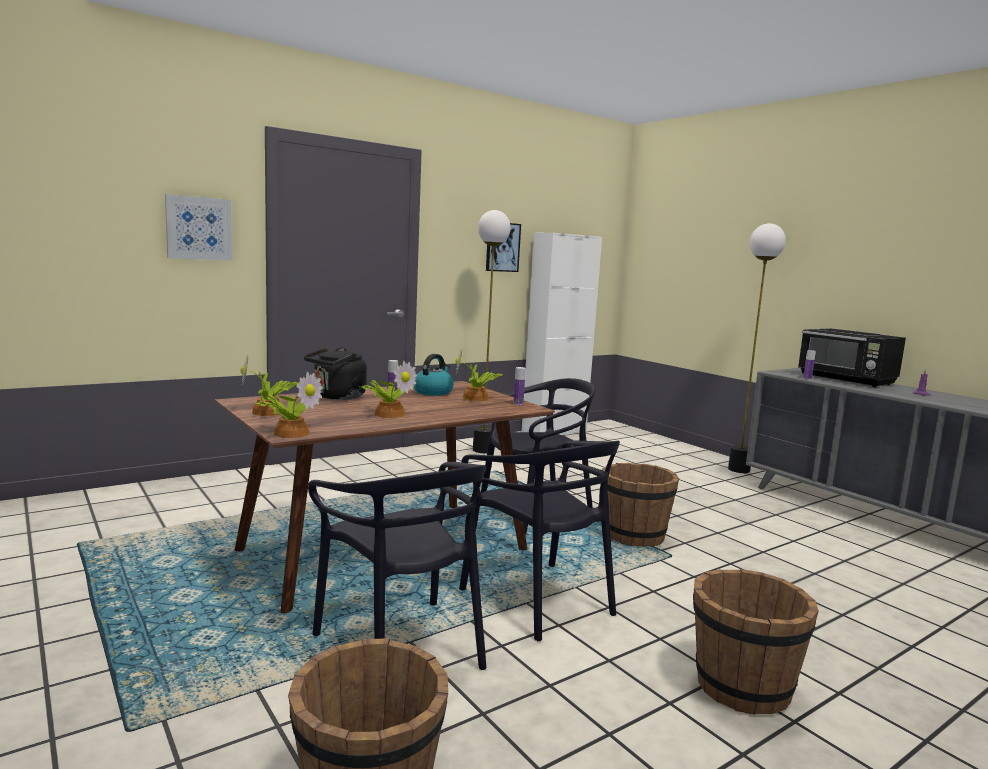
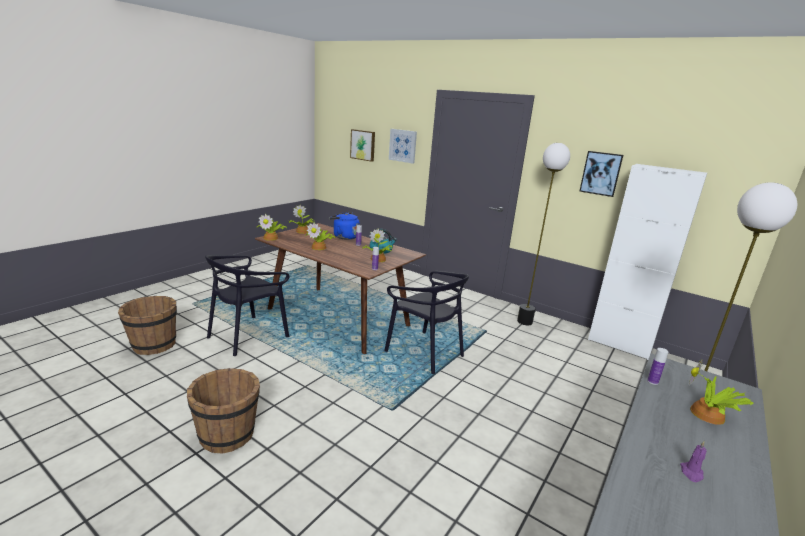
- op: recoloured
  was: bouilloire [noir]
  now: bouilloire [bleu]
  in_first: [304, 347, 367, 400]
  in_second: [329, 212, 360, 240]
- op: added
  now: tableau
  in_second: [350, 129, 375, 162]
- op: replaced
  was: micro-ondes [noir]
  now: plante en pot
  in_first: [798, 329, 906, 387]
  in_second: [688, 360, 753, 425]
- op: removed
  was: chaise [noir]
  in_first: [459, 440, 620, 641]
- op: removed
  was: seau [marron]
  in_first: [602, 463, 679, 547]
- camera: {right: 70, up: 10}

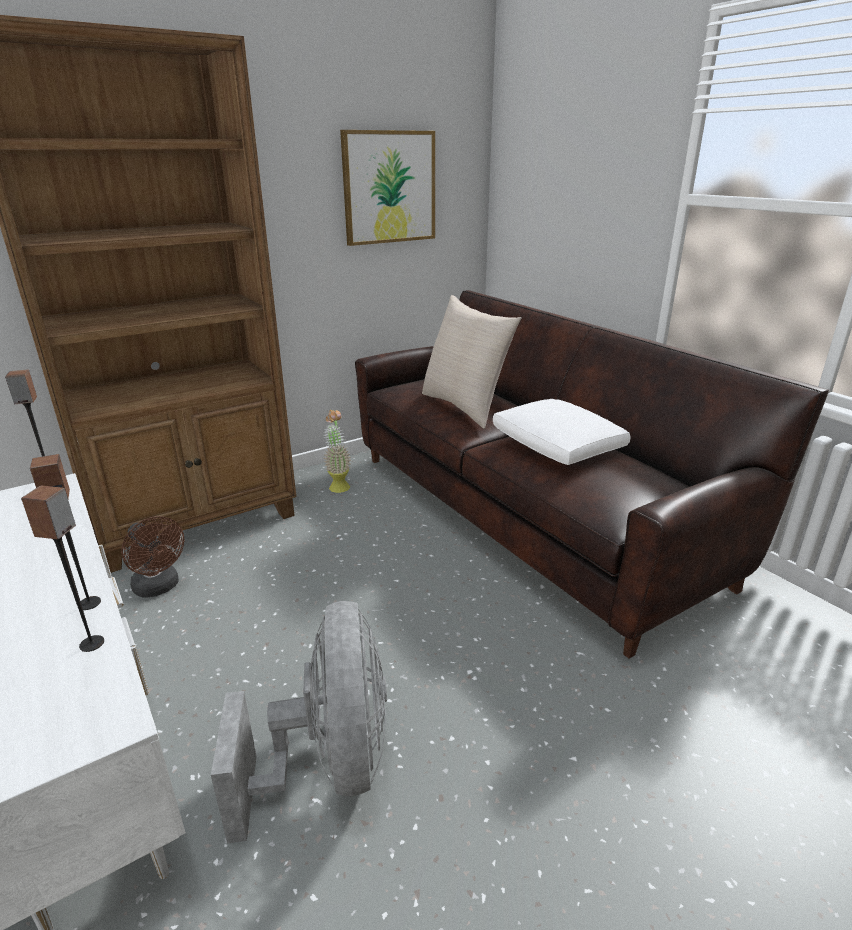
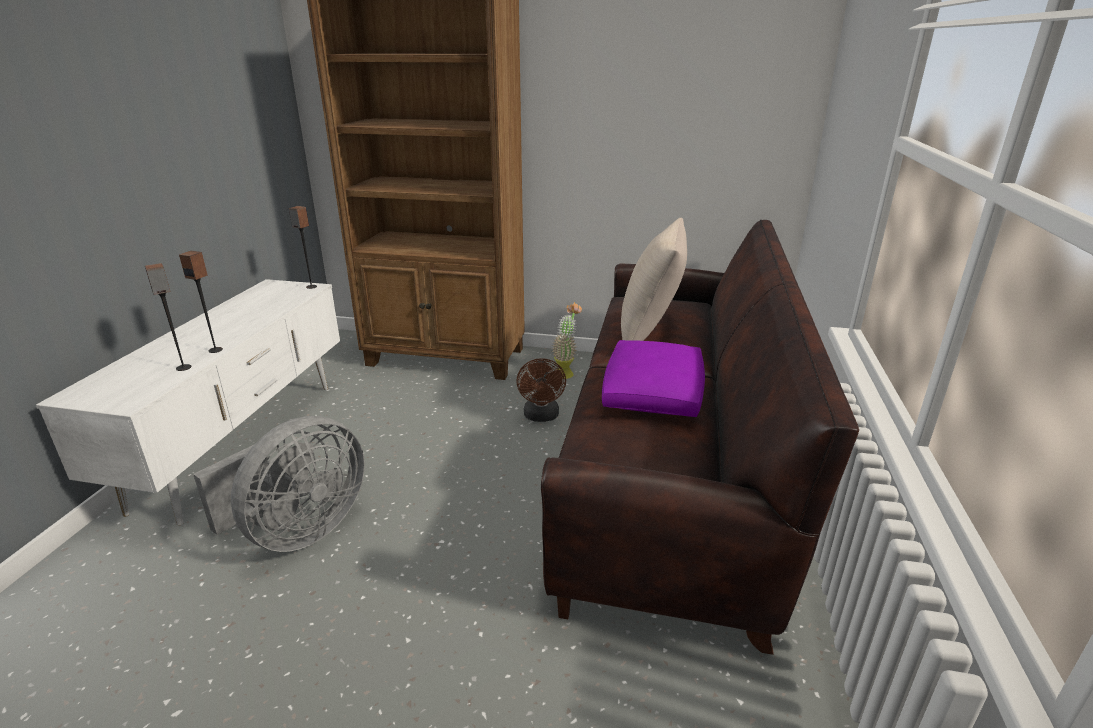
- op: moved
  was: ventilateur [marron]
  in_first: [121, 516, 184, 598]
  in_second: [516, 358, 566, 422]
- op: recoloured
  was: coussin [blanc]
  now: coussin [violet]
  in_first: [493, 399, 630, 465]
  in_second: [602, 340, 705, 417]
- op: removed
  was: tableau
  in_first: [340, 130, 435, 246]
- camera: {right: 45, up: 0}

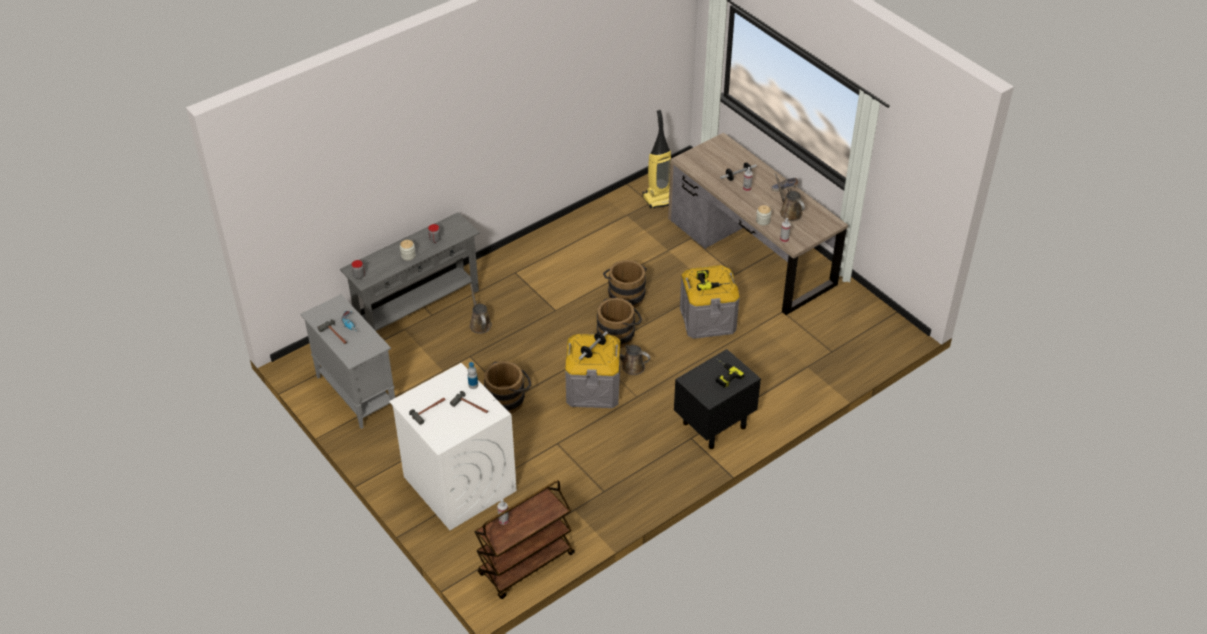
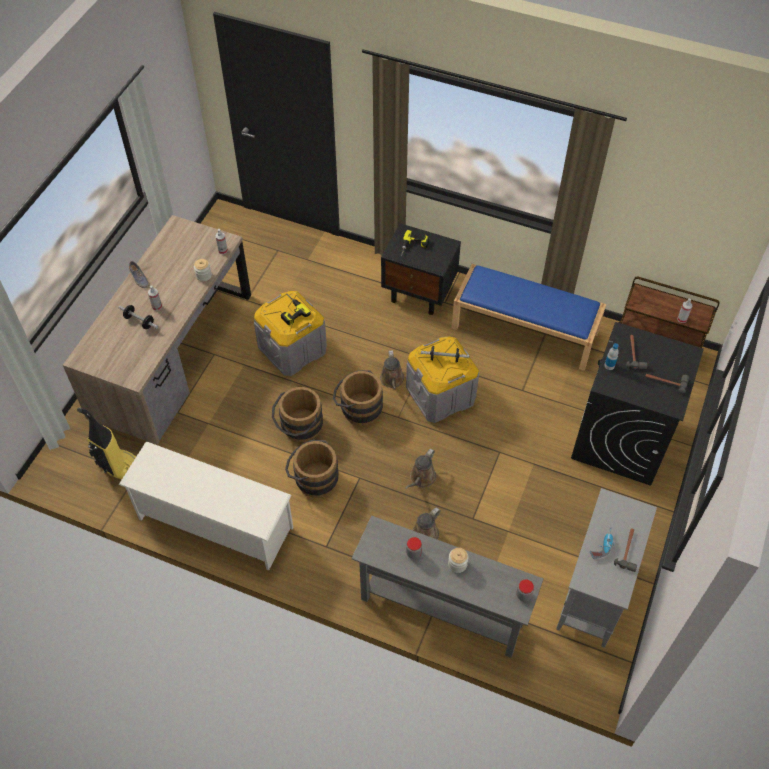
- op: added
  now: étagère à chaussures [blanc]
  in_second: [119, 441, 293, 570]
- op: moved
  was: seau [marron]
  in_first: [484, 361, 531, 414]
  in_second: [285, 440, 339, 498]
- op: moved
  was: arrosoir [marron]
  in_first: [775, 173, 805, 221]
  in_second: [405, 449, 436, 489]
- op: added
  now: banc [bleu]
  in_second: [452, 264, 606, 371]
- op: recoloured
  was: lave-linge [blanc]
  now: lave-linge [noir]
  in_first: [389, 363, 517, 530]
  in_second: [571, 322, 704, 486]
- camera: {right: -120, up: 10}

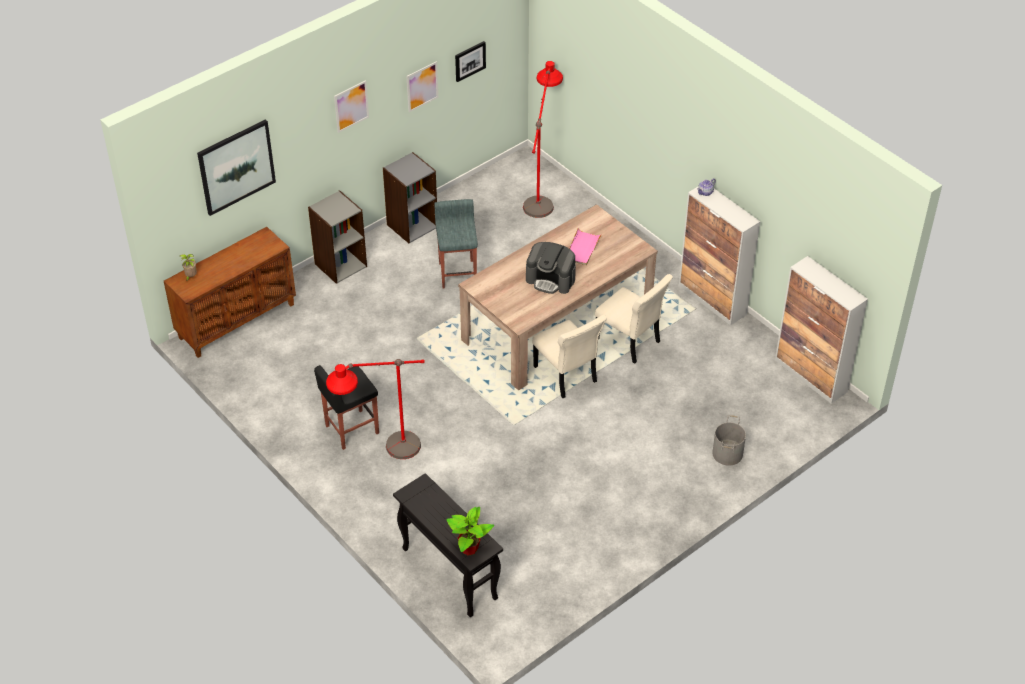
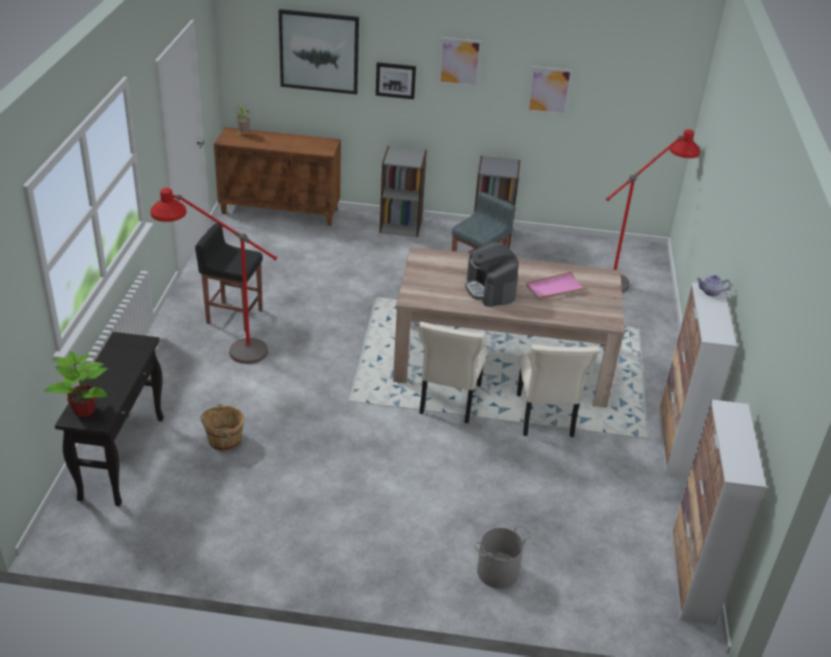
- op: added
  now: seau [marron]
  in_second: [201, 404, 244, 451]
- op: moved
  was: tableau
  in_first: [455, 41, 486, 82]
  in_second: [376, 62, 416, 99]
- camera: {right: 45, up: -10}

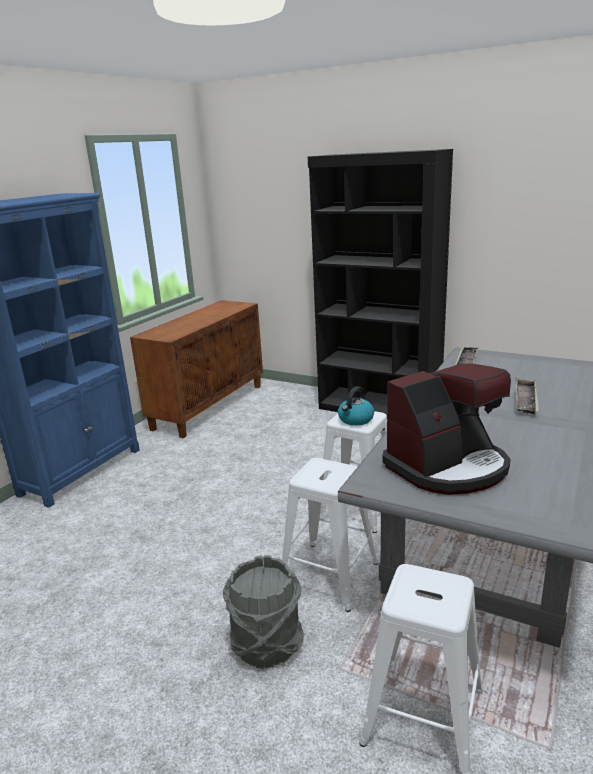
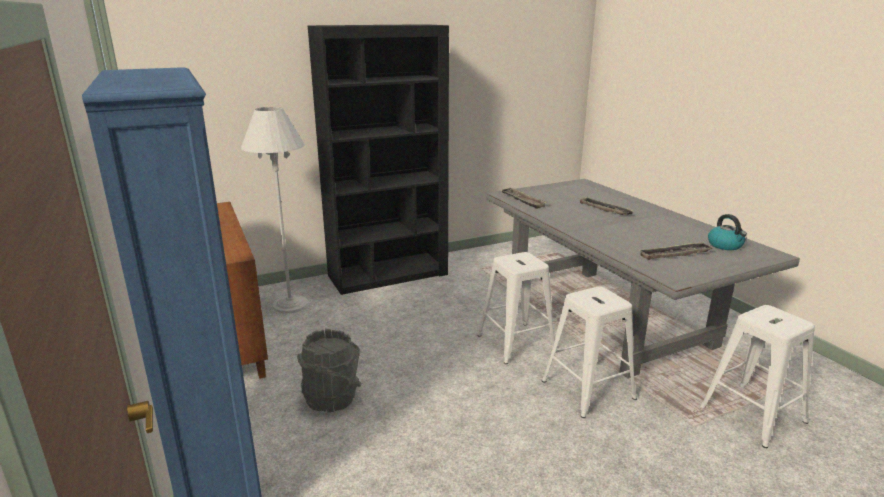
- op: added
  now: lampadaire [blanc]
  in_second: [241, 107, 308, 313]
- op: moved
  was: seau [gris]
  in_first: [223, 555, 304, 669]
  in_second: [297, 329, 361, 412]
- op: replaced
  was: machine à café
  now: plateau
  in_first: [382, 363, 511, 495]
  in_second: [640, 242, 713, 260]
- op: moved
  was: bouilloire
  in_first: [338, 386, 374, 426]
  in_second: [708, 214, 747, 250]
- camera: {right: -55, up: 0}

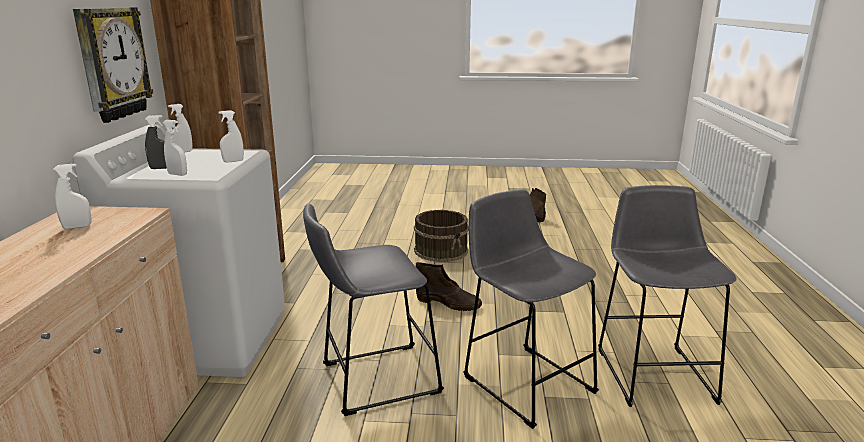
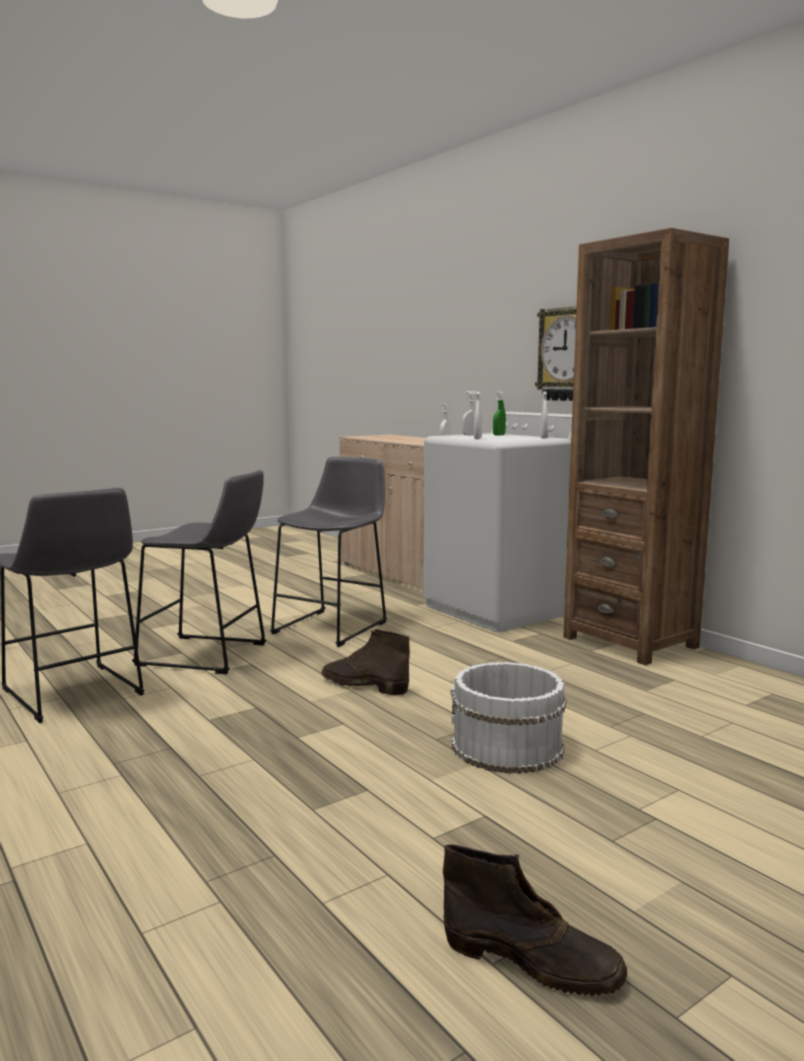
- op: turned
  was: botte [marron]
  in_first: [416, 262, 482, 311]
  in_second: [321, 629, 410, 695]
  clockwise: 45
- op: recoloured
  was: seau [marron]
  now: seau [blanc]
  in_first: [414, 210, 469, 262]
  in_second: [450, 662, 566, 774]
- op: recoloured
  was: vaporisateur [gris]
  now: vaporisateur [vert]
  in_first: [145, 115, 167, 169]
  in_second: [493, 391, 506, 436]
- camera: {right: 140, up: -10}

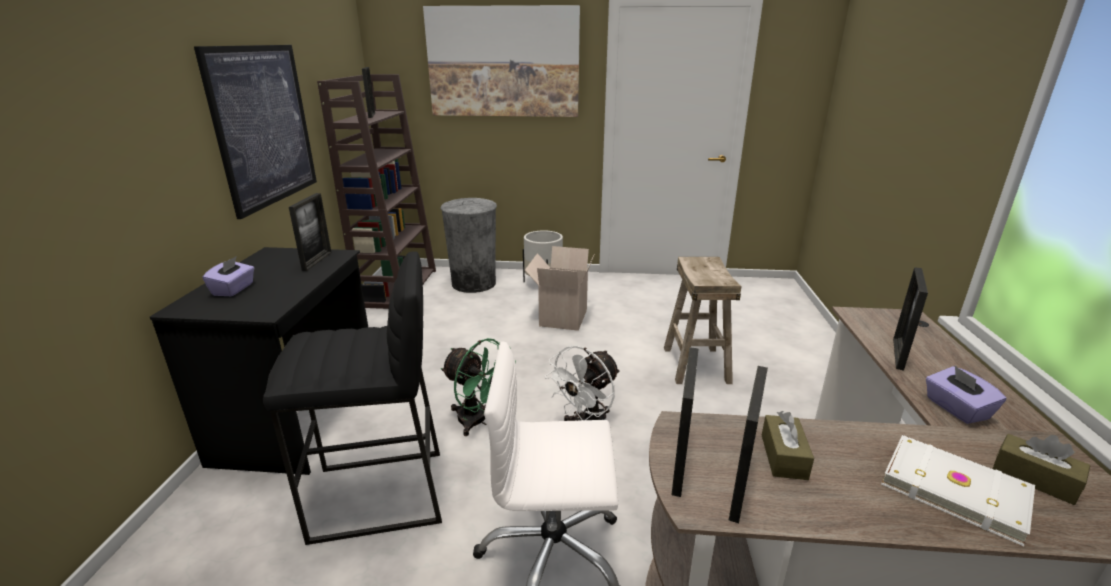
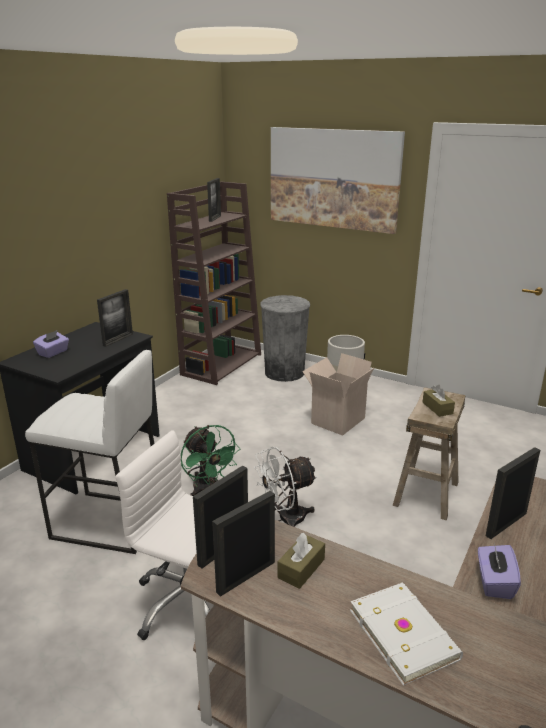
- op: recoloured
  was: tabouret [noir]
  now: tabouret [blanc]
  in_first: [263, 251, 442, 545]
  in_second: [25, 350, 154, 554]
- op: moved
  was: boîte à mouchoirs [marron]
  in_first: [992, 434, 1091, 505]
  in_second: [422, 385, 455, 417]
- op: removed
  was: tableau
  in_first: [194, 45, 317, 219]
- camera: {right: 25, up: 0}

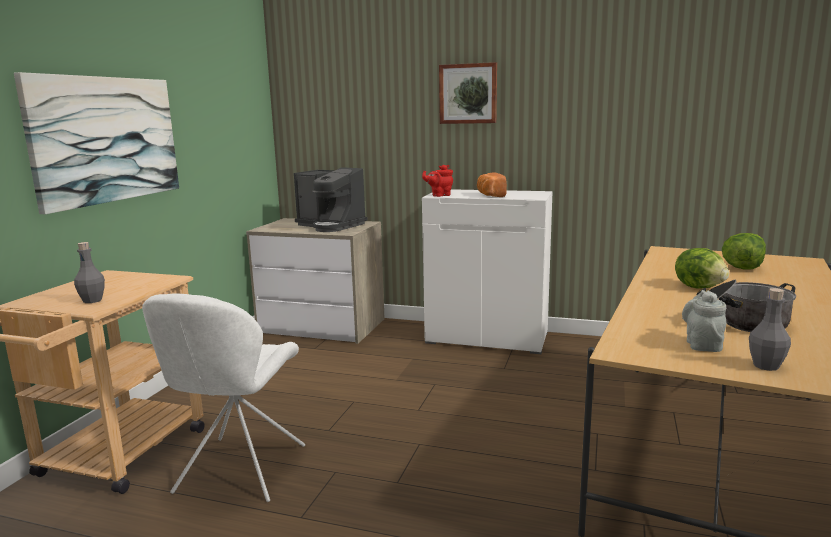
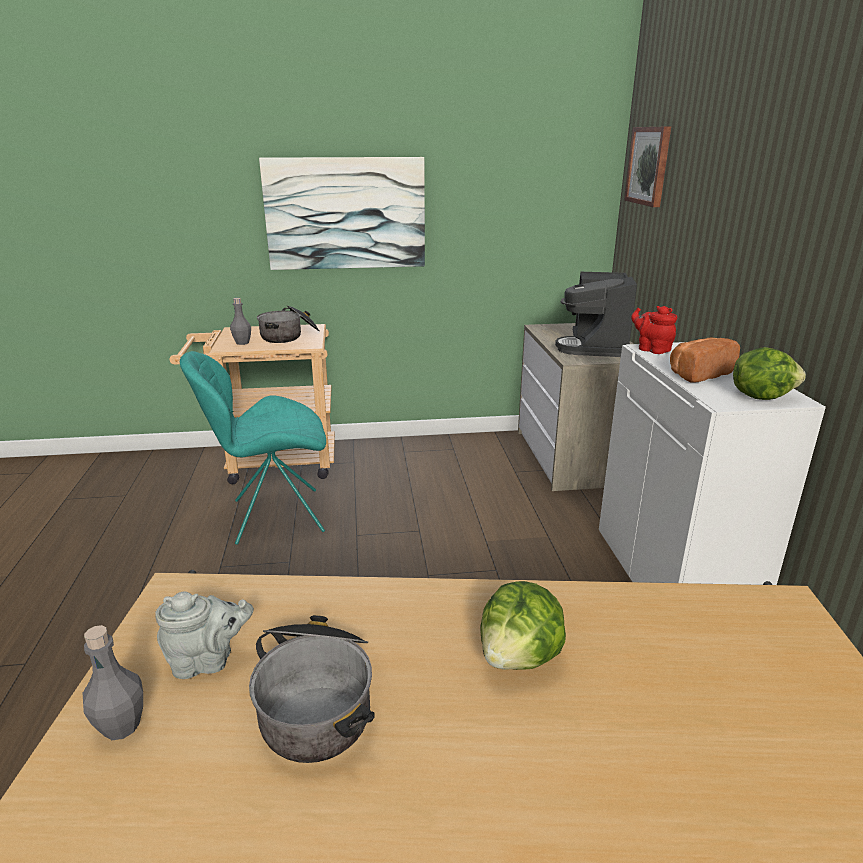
- op: recoloured
  was: chaise [blanc]
  now: chaise [turquoise]
  in_first: [142, 294, 305, 502]
  in_second: [180, 351, 326, 545]
- op: added
  now: marmite
  in_second: [257, 305, 320, 343]
- op: moved
  was: tableau
  in_first: [439, 62, 497, 124]
  in_second: [624, 127, 671, 207]
- op: moved
  was: laitue
  in_first: [722, 233, 766, 270]
  in_second: [733, 347, 806, 400]
- camera: {right: 65, up: 10}

